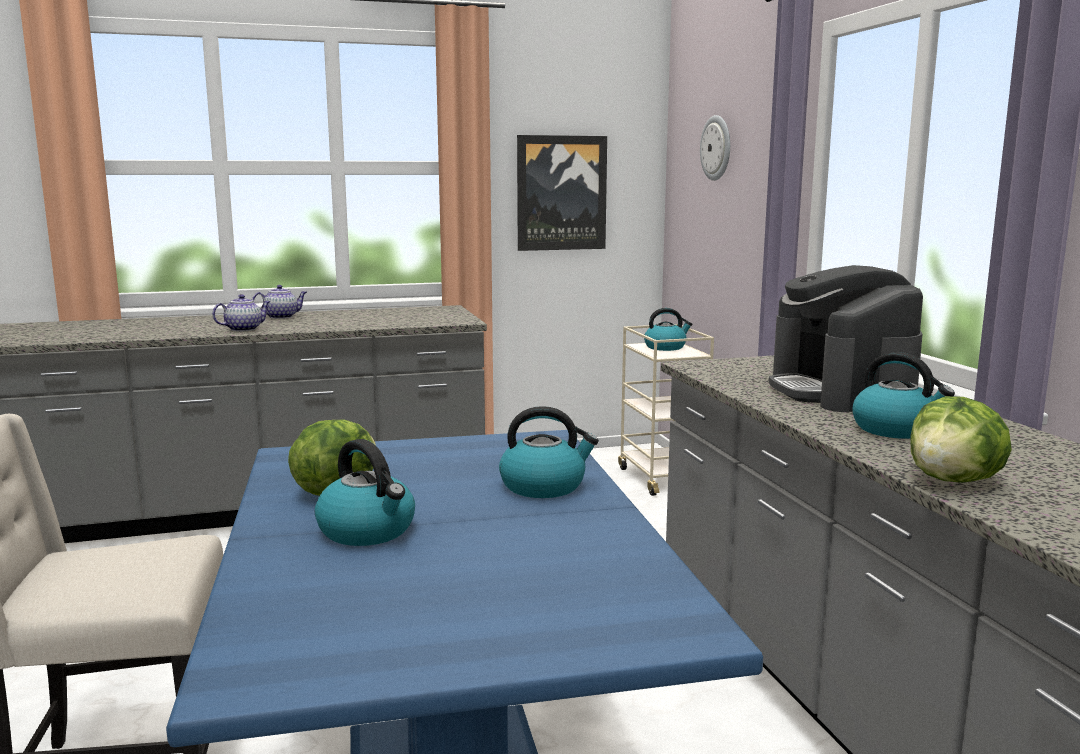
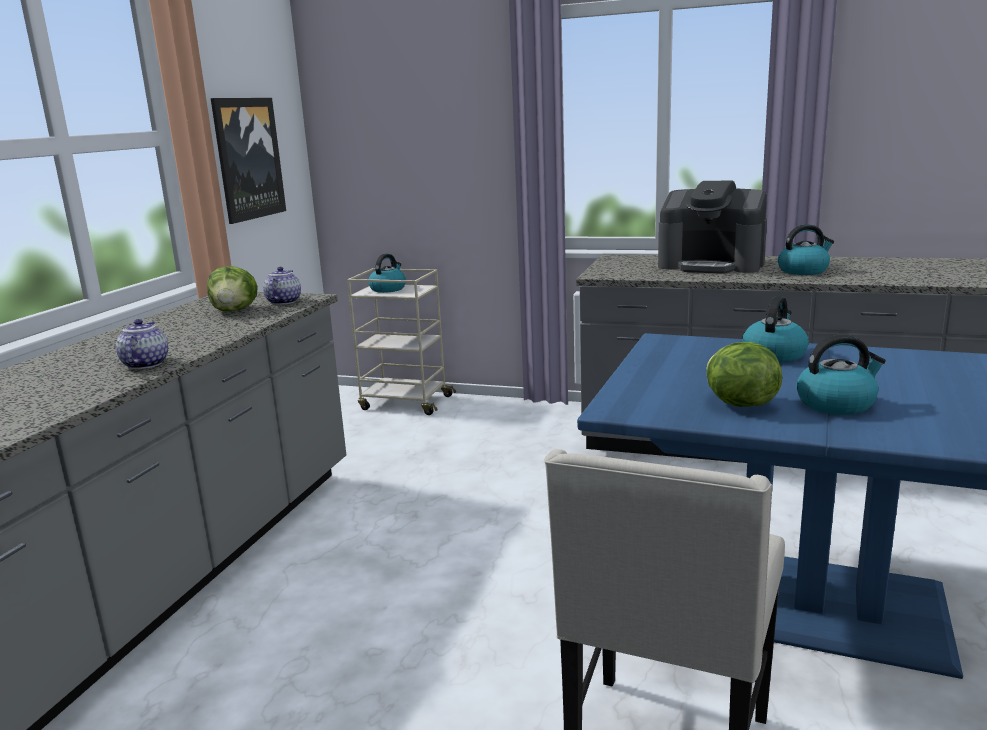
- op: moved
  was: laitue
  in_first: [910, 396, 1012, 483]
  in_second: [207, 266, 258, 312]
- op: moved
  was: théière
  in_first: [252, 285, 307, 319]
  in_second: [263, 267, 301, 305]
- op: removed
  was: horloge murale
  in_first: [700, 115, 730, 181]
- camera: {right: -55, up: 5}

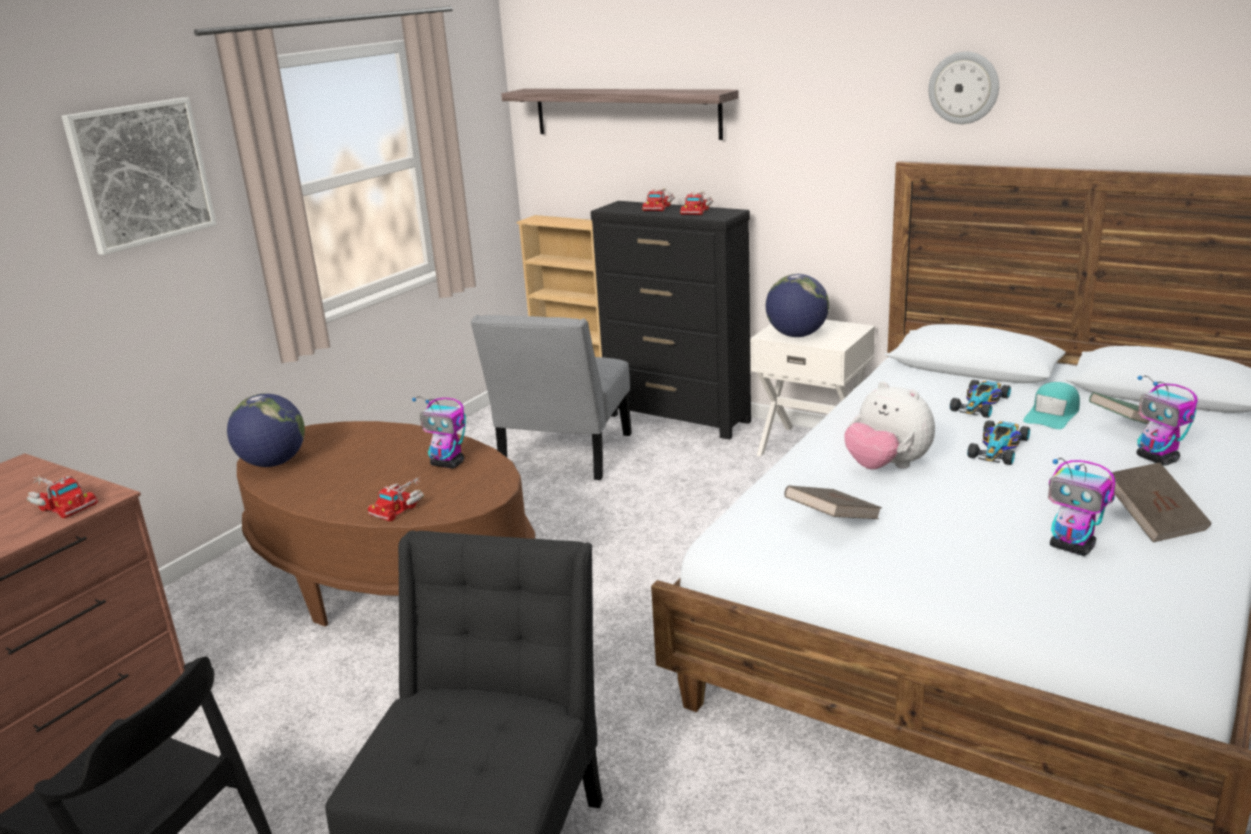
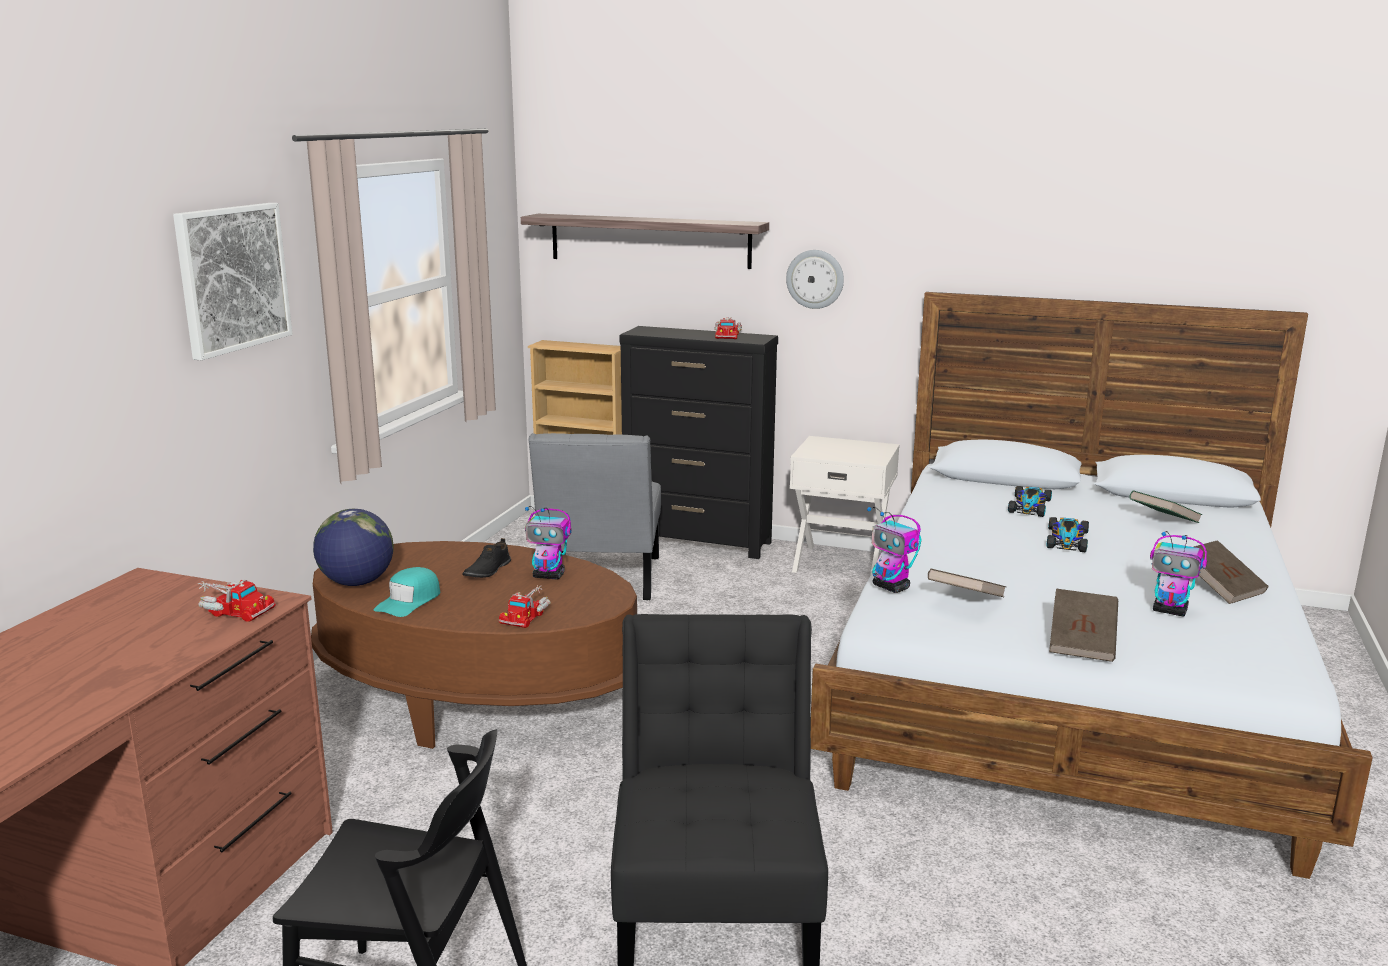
- op: moved
  was: casquette [turquoise]
  in_first: [1023, 382, 1080, 429]
  in_second: [374, 567, 440, 617]
- op: added
  now: chaussure [noir]
  in_second: [462, 538, 511, 578]
- op: moved
  was: horloge murale
  in_first: [928, 52, 999, 124]
  in_second: [786, 250, 844, 309]
- op: moved
  was: robot jouet
  in_first: [1136, 376, 1198, 466]
  in_second: [867, 507, 922, 593]
- op: added
  now: livre [marron]
  in_second: [1049, 589, 1118, 662]
- op: removed
  was: camion jouet
  in_first: [642, 188, 675, 211]
- op: removed
  was: globe
  in_first: [766, 274, 829, 337]
- op: removed
  was: peluche
  in_first: [845, 381, 935, 469]
- camera: {right: -15, up: -5}

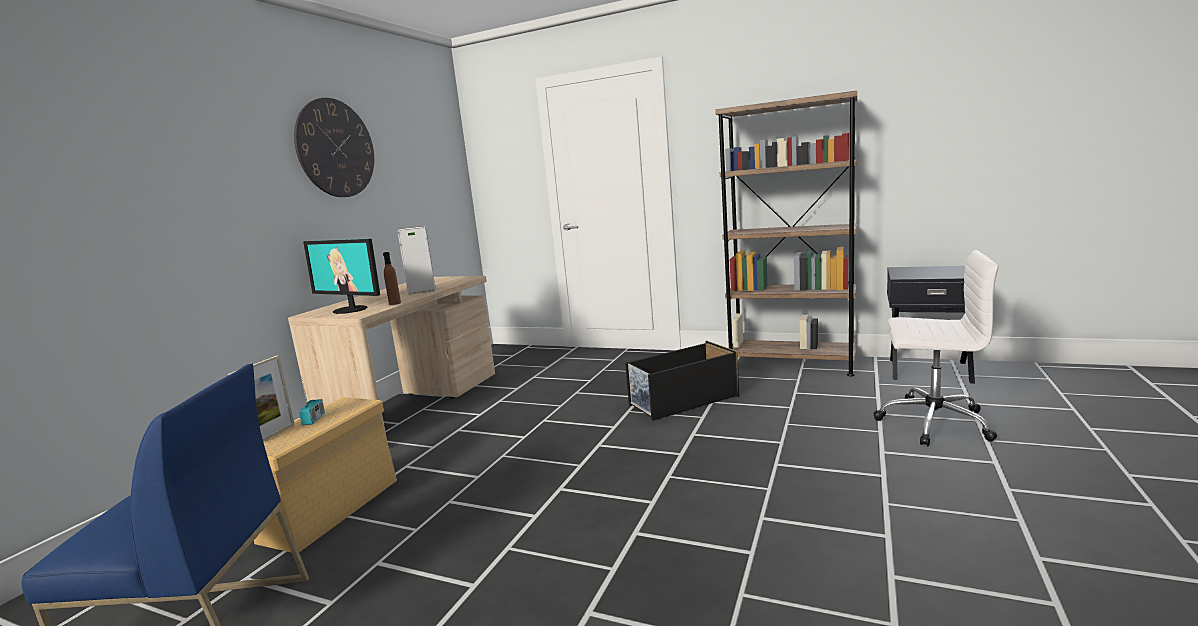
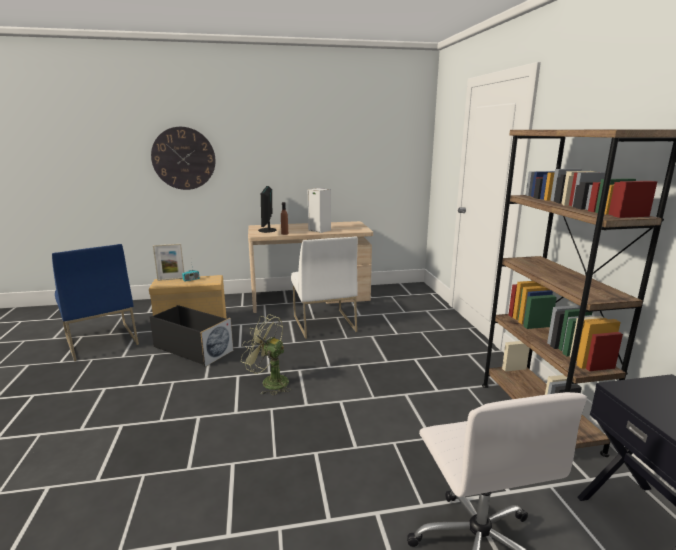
- op: moved
  was: boîte de rangement [noir]
  in_first: [625, 341, 739, 421]
  in_second: [150, 305, 233, 367]
- op: moved
  was: horloge murale
  in_first: [294, 98, 374, 197]
  in_second: [151, 127, 215, 190]
- op: added
  now: ventilateur [vert]
  in_second: [241, 315, 291, 395]
- op: added
  now: chaise [blanc]
  in_second: [291, 236, 358, 339]
- camera: {right: 55, up: 5}

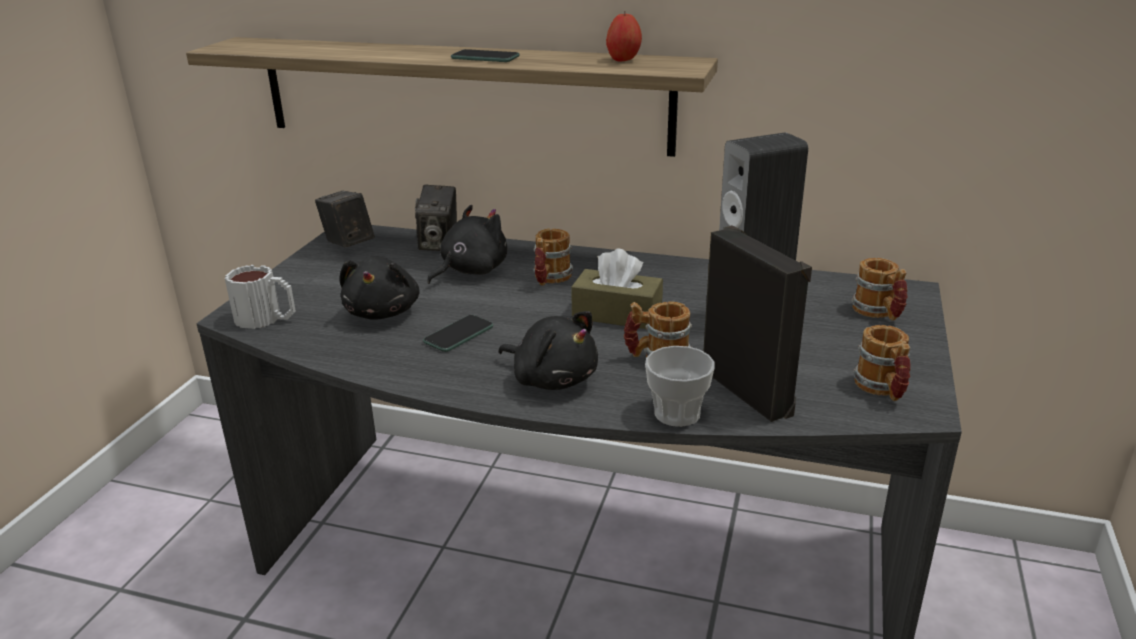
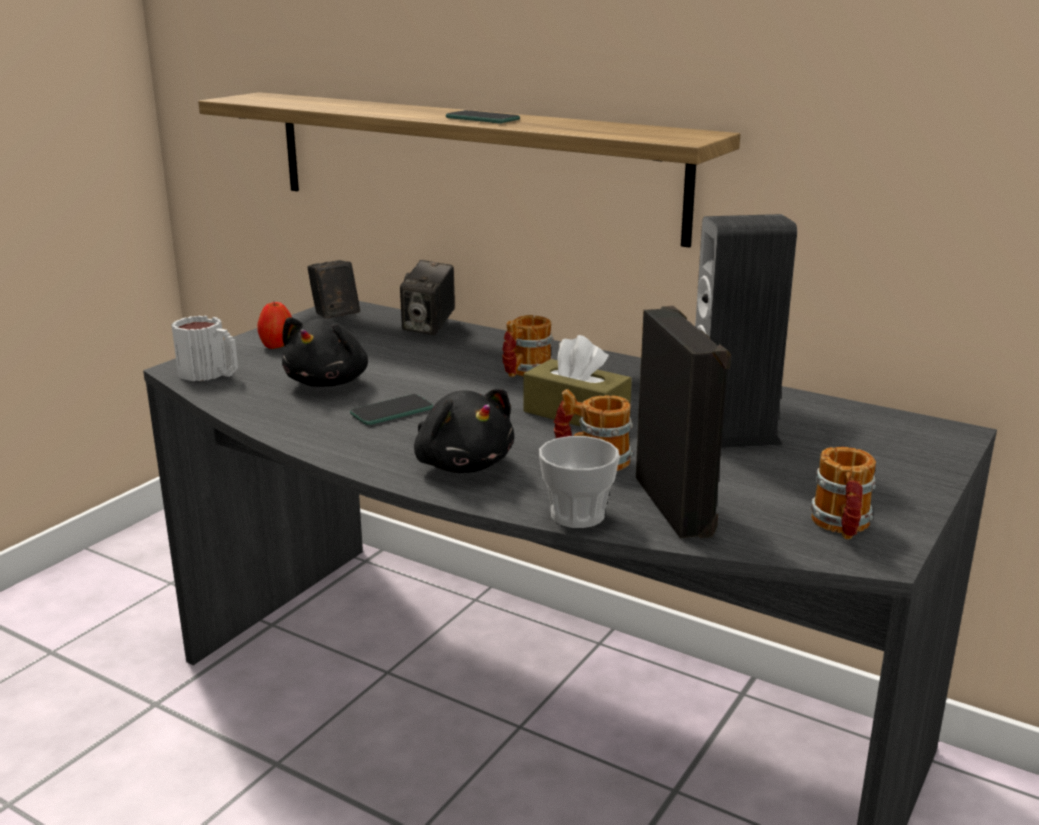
- op: moved
  was: pomme
  in_first: [606, 14, 642, 62]
  in_second: [257, 301, 292, 349]
- op: removed
  was: peluche [noir]
  in_first: [427, 205, 507, 284]
- op: removed
  was: mug
  in_first: [851, 258, 908, 321]
- camera: {right: 15, up: -5}

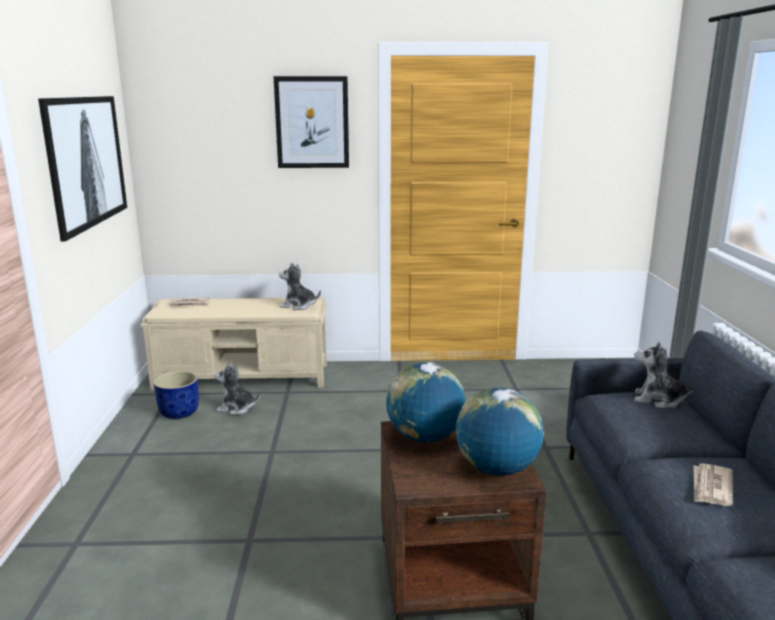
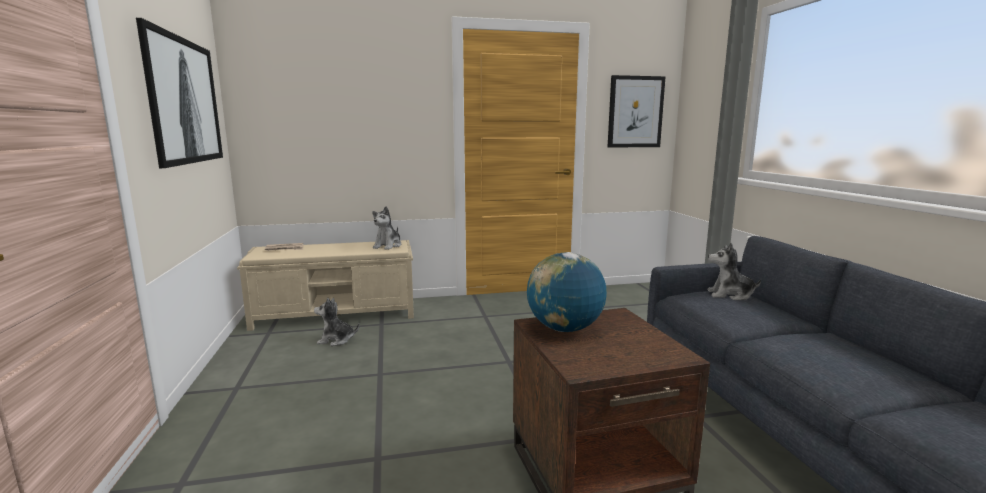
- op: turned
  was: peluche
  in_first: [279, 262, 321, 310]
  in_second: [372, 206, 401, 250]
  clockwise: -75
- op: moved
  was: tableau
  in_first: [274, 76, 349, 168]
  in_second: [608, 75, 666, 148]
- op: removed
  was: cache-pot [bleu]
  in_first: [154, 371, 199, 419]
- op: removed
  was: globe
  in_first: [456, 388, 544, 476]
- op: removed
  was: journal
  in_first: [693, 463, 732, 506]
- camera: {right: -10, up: -5}

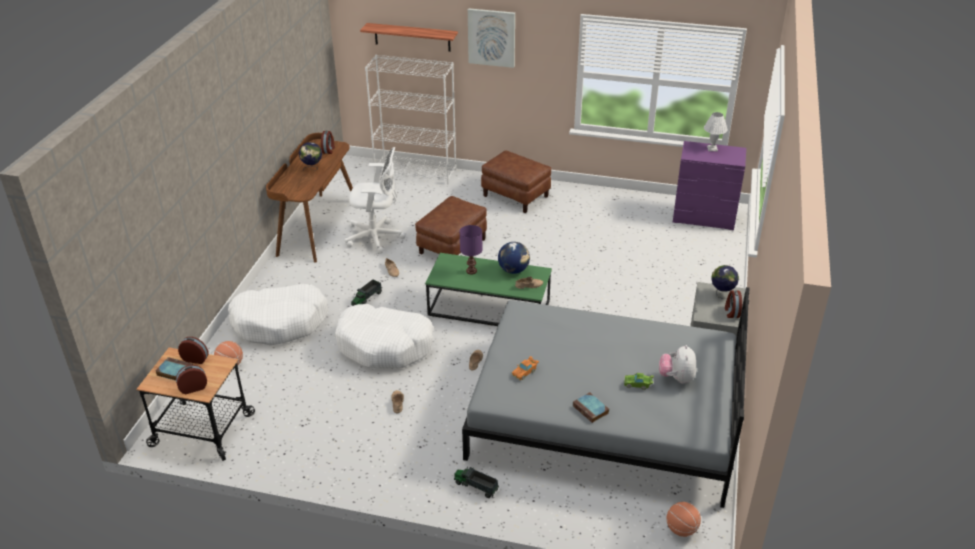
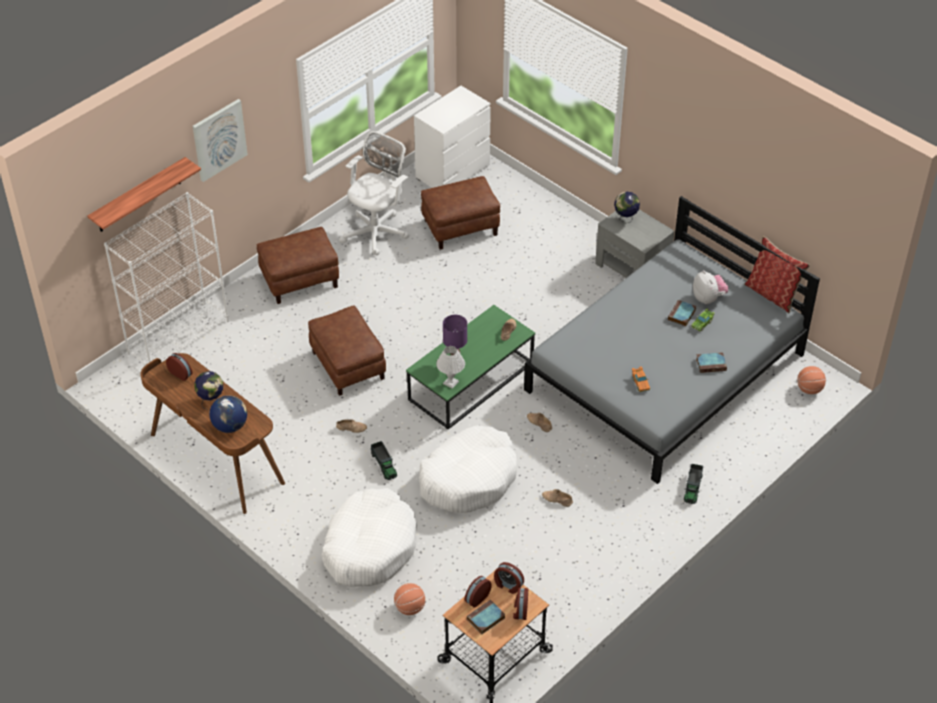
- op: moved
  was: globe
  in_first: [498, 242, 530, 274]
  in_second: [209, 395, 247, 433]
- op: moved
  was: chaise de bureau [blanc]
  in_first: [345, 147, 406, 254]
  in_second: [339, 131, 409, 256]
- op: recoloured
  was: commode [violet]
  now: commode [blanc]
  in_first: [673, 141, 746, 230]
  in_second: [414, 86, 491, 188]
- op: added
  now: pouf [marron]
  in_second: [421, 176, 500, 250]
- op: moved
  was: lampe de table [blanc]
  in_first: [704, 112, 728, 151]
  in_second: [436, 346, 465, 389]
- op: moved
  was: réveil
  in_first: [725, 290, 742, 318]
  in_second: [494, 562, 524, 594]
- op: added
  now: livre
  in_second: [668, 300, 696, 326]
- op: turned
  was: camion jouet
  in_first: [454, 467, 499, 498]
  in_second: [684, 464, 703, 504]
  clockwise: -45
- op: turned
  was: peluche
  in_first: [659, 345, 696, 384]
  in_second: [693, 270, 728, 304]
  clockwise: -150
- op: added
  now: coussin
  in_second: [744, 236, 810, 313]
- camera: {right: -60, up: 10}

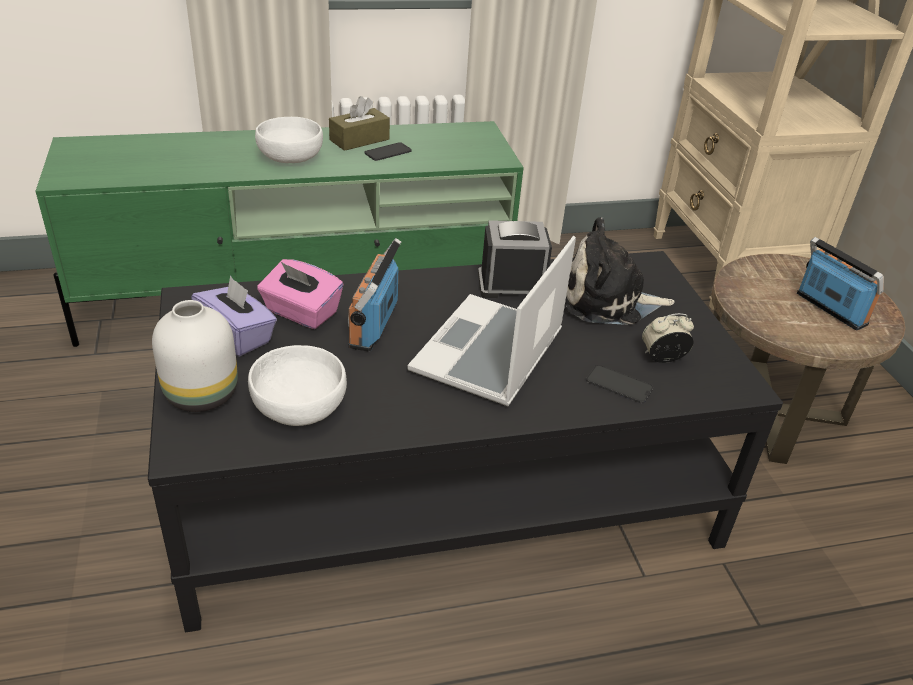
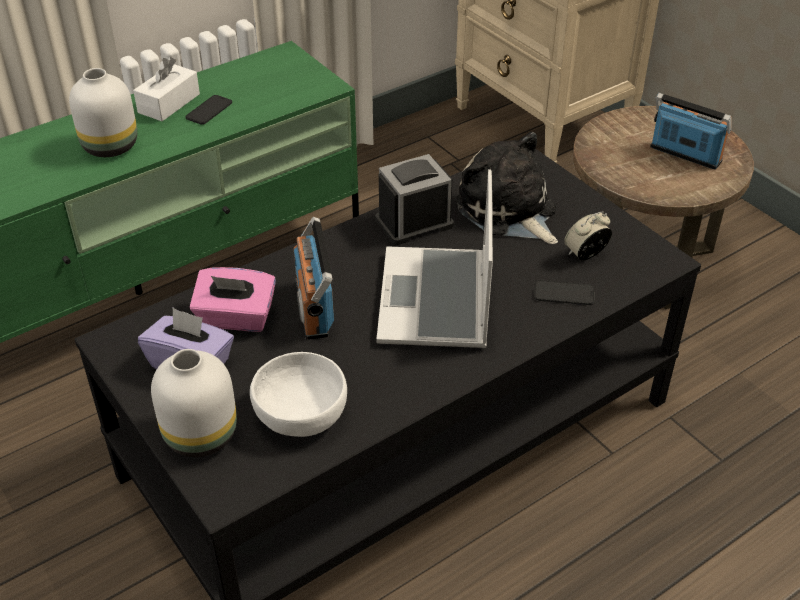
- op: replaced
  was: bol [blanc]
  now: vase [blanc]
  in_first: [255, 117, 323, 163]
  in_second: [69, 68, 137, 157]
- op: recoloured
  was: boîte à mouchoirs [marron]
  now: boîte à mouchoirs [blanc]
  in_first: [329, 96, 390, 151]
  in_second: [133, 57, 200, 121]
- op: turned
  was: peluche
  in_first: [565, 217, 675, 325]
  in_second: [456, 132, 558, 244]
  clockwise: 75
- camera: {right: -20, up: 5}

